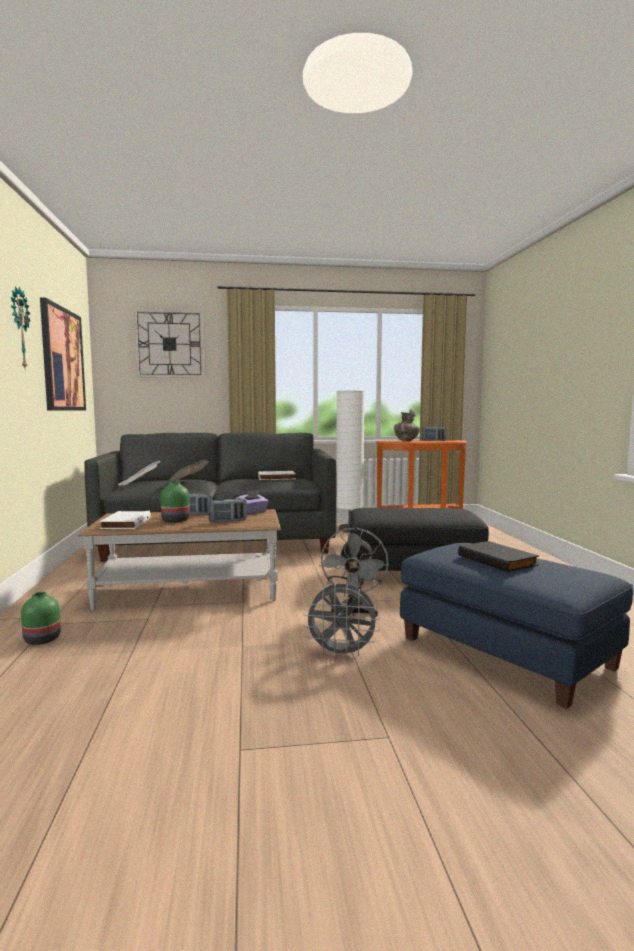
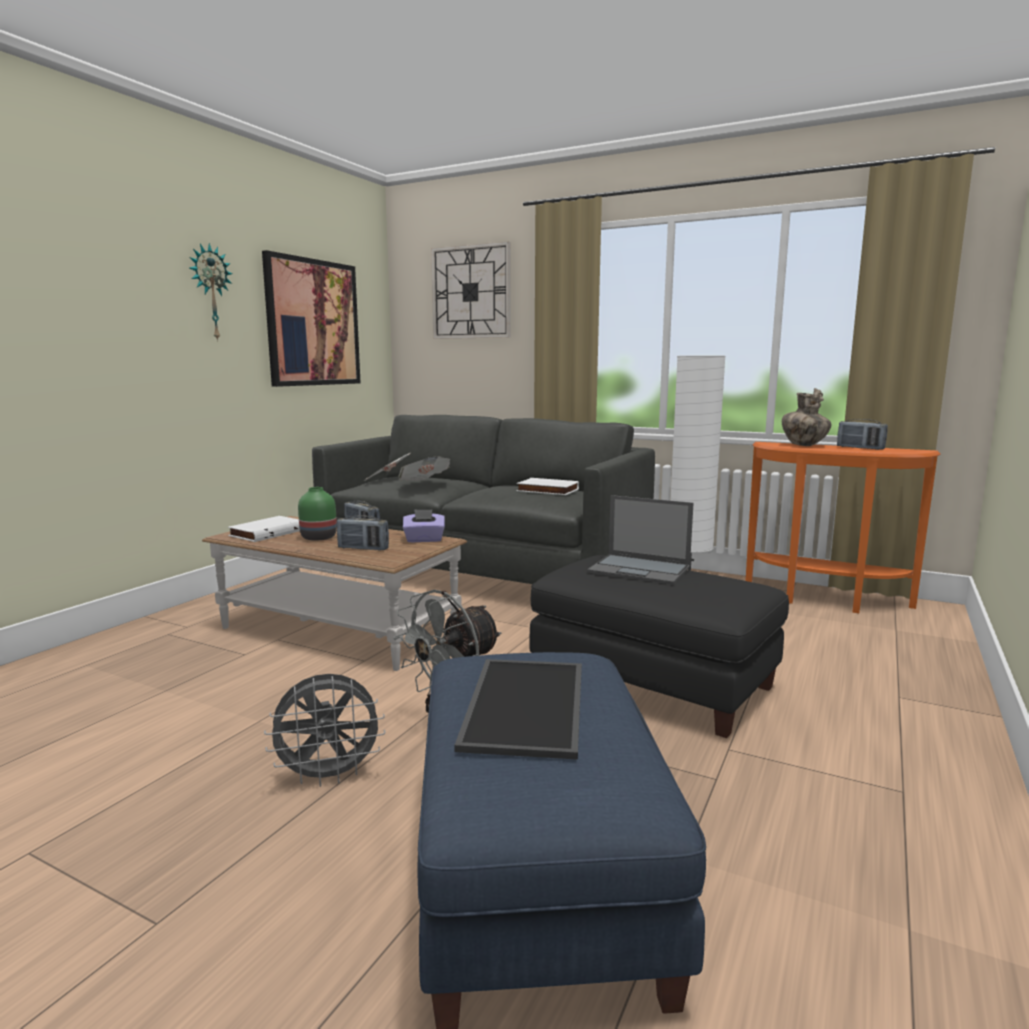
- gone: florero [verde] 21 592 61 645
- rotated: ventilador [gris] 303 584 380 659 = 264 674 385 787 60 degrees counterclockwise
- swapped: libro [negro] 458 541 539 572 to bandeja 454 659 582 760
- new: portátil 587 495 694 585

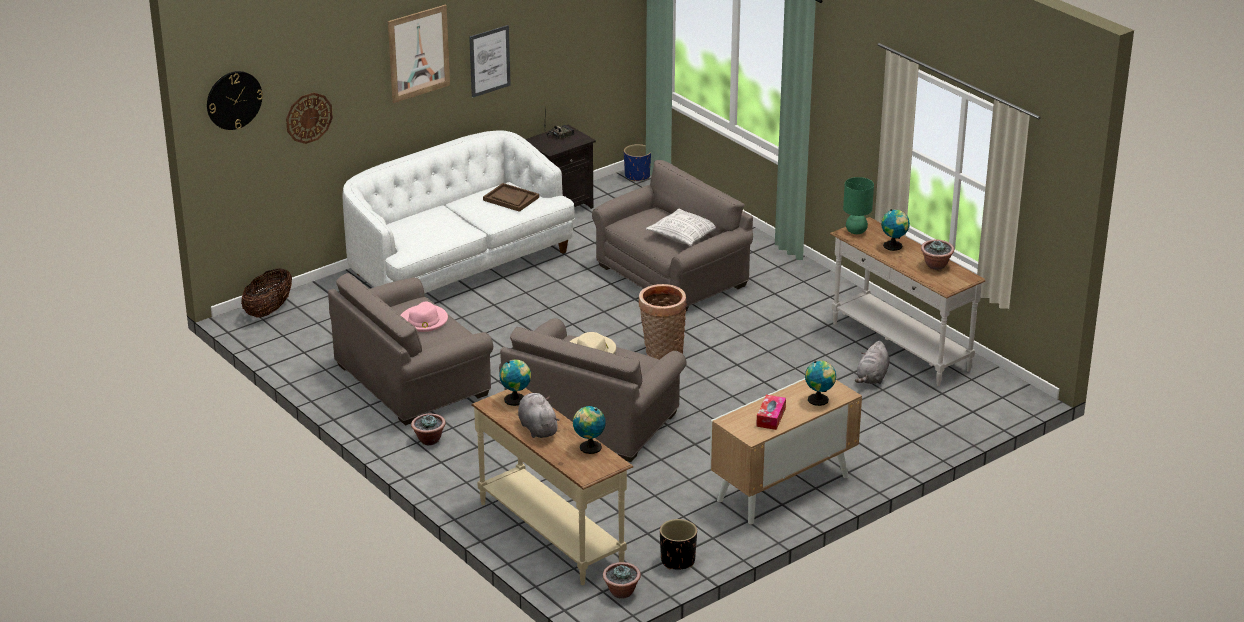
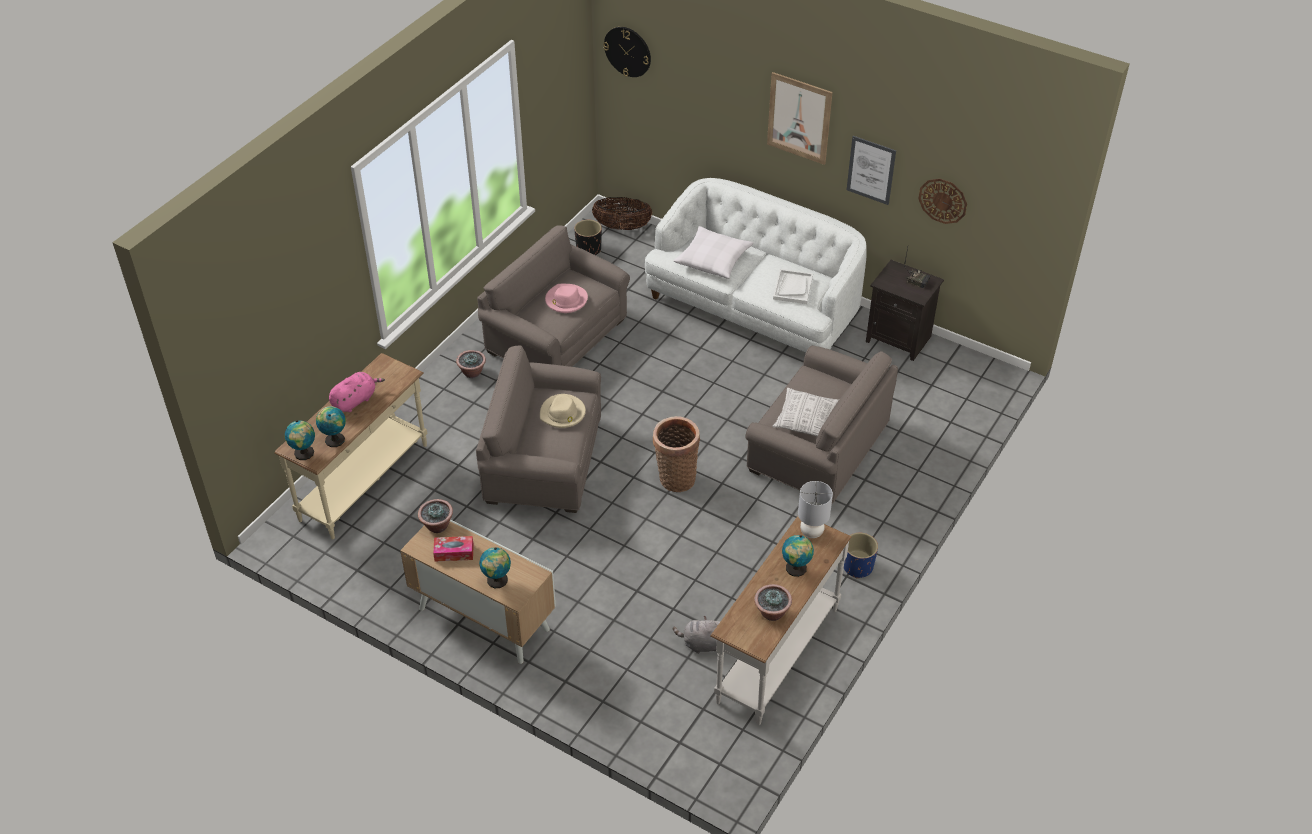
- shifted: reloj de pared 286 92 333 144 to 918 179 967 224
- repainted: bandeja [marrón] 483 183 539 212 to bandeja [blanco] 773 269 813 304
- shifted: globo terráqueo 500 359 531 406 to 285 420 315 460
- repainted: peluche [gris] 518 393 560 438 to peluche [rosa] 329 372 385 412
- shifted: planta en maceta 603 562 641 598 to 418 499 453 533
- shifted: maceta [azul] 624 144 651 181 to 844 533 878 579
- shifted: maceta [negro] 660 519 697 570 to 574 220 602 255
- repainted: lámpara de mesa [verde] 843 177 874 234 to lámpara de mesa [gris] 798 481 833 538
- new: cojín [blanco] 674 226 754 279

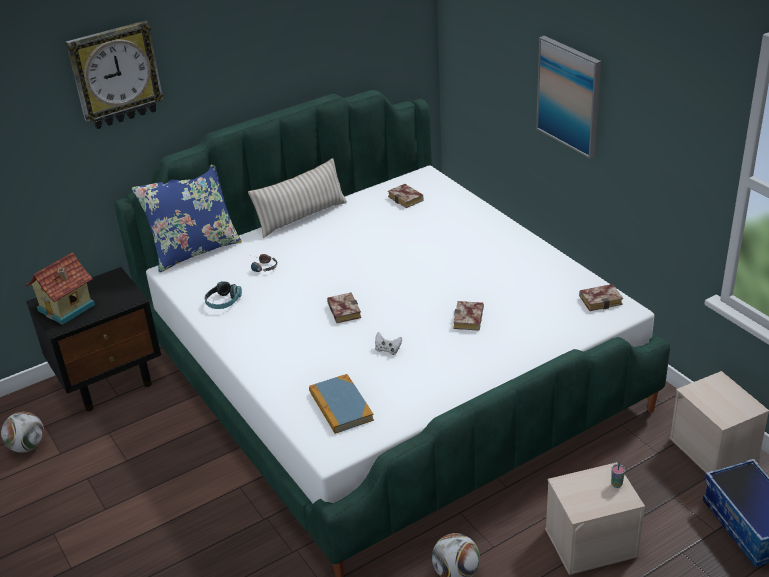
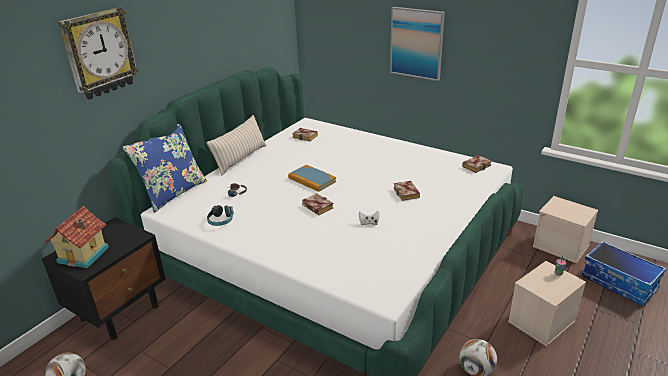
- shifted: libro 309 374 374 434 to 288 165 336 192

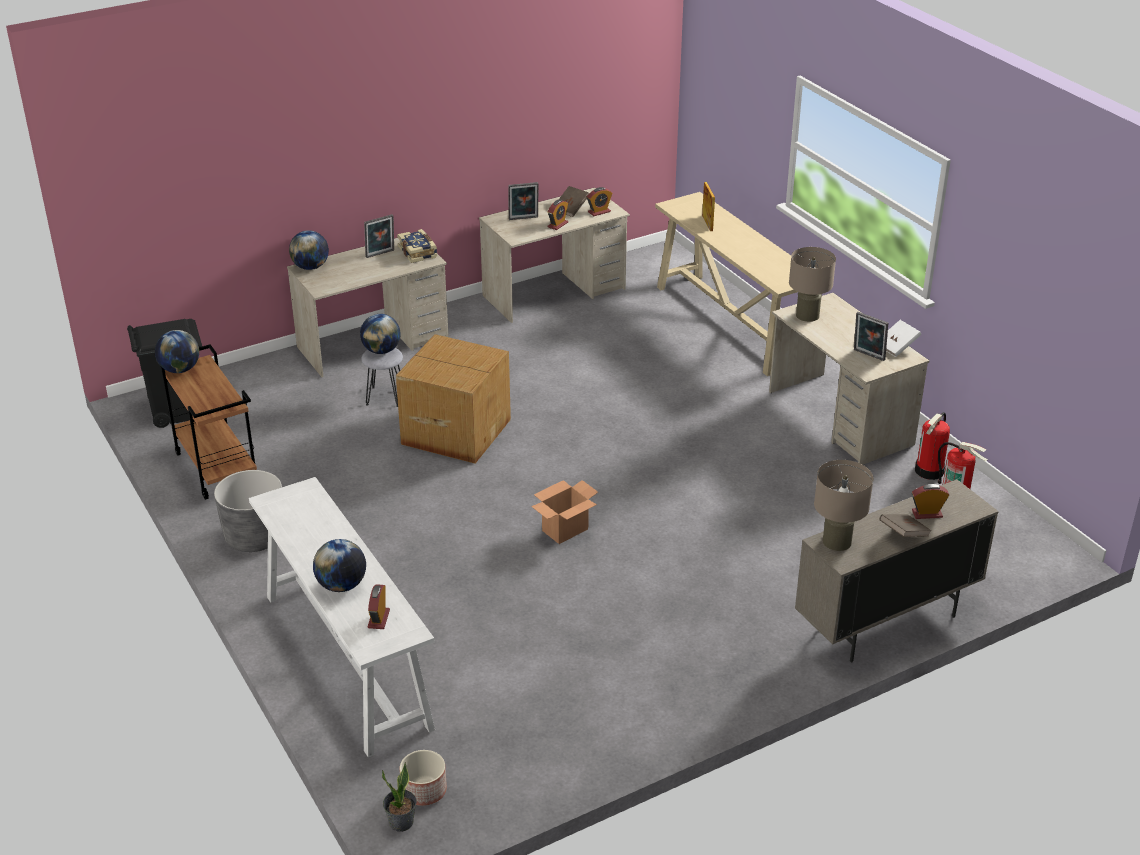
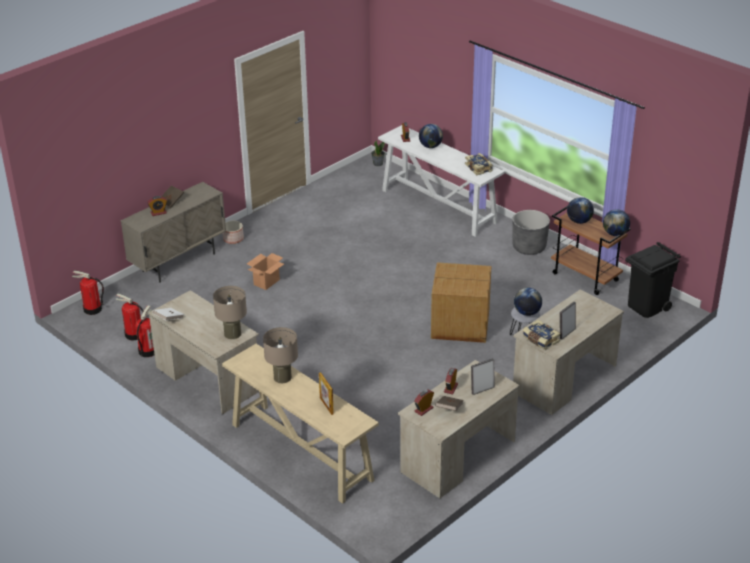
- shifted: globo terráqueo 289 230 329 270 to 567 197 594 224
- shifted: maceta 400 750 447 806 to 223 221 244 244
- shifted: caja de cartón 531 480 598 544 to 247 253 284 290
- shifted: lámpara de mesa [beis] 814 460 874 551 to 263 327 298 383
- gone: portarretratos 854 312 888 361
- new: extintor 72 271 104 315
- new: libro 465 153 493 175

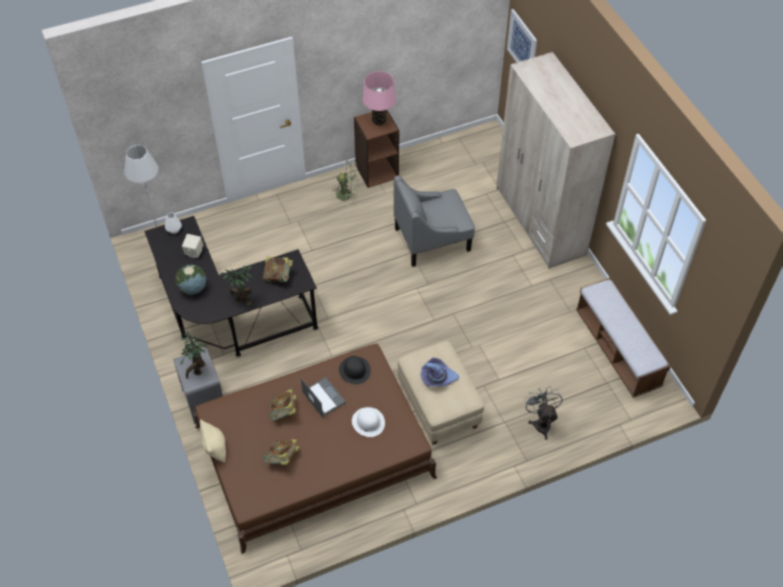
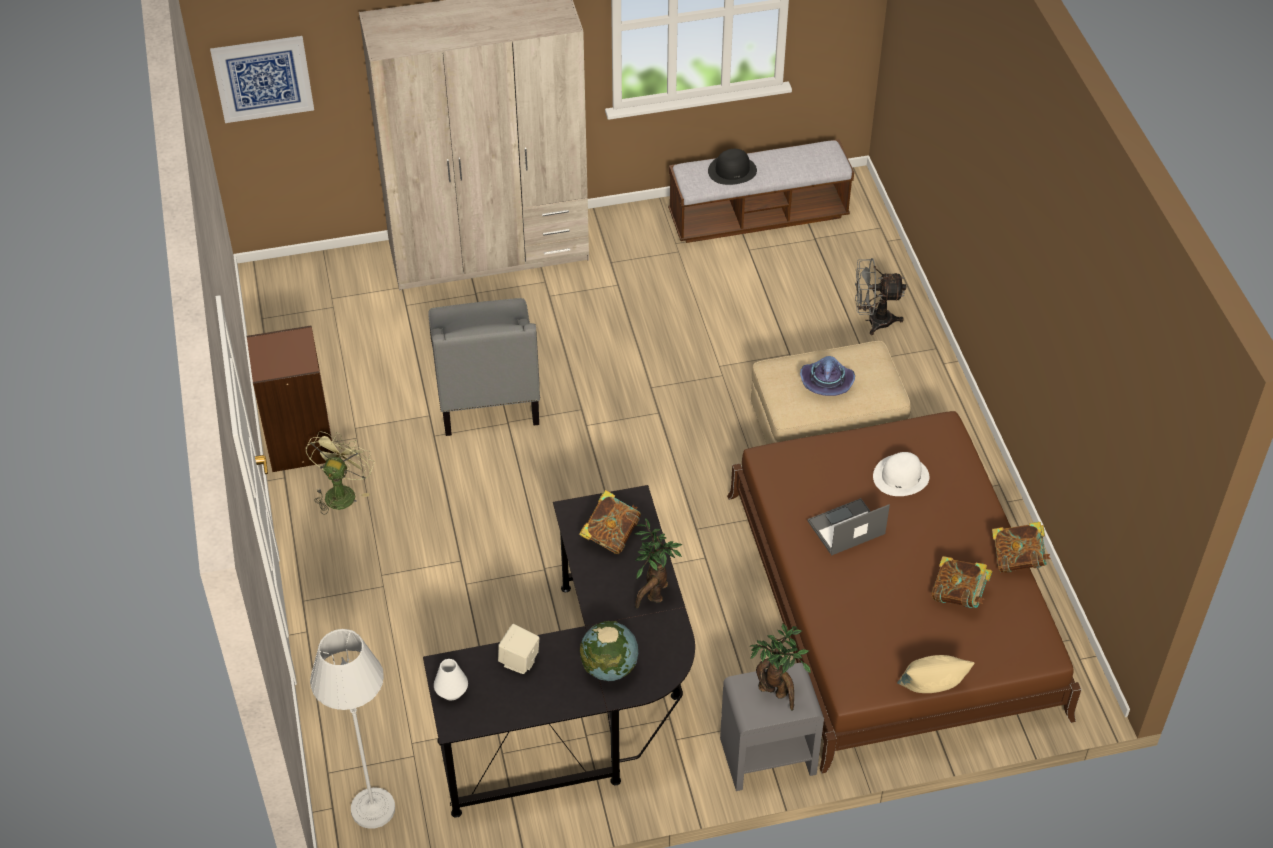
- shifted: libro 270 389 296 421 to 992 522 1050 573
- shifted: sombrero [negro] 339 356 371 384 to 708 149 757 185
- gone: lámpara de mesa [rosa] 362 71 396 125

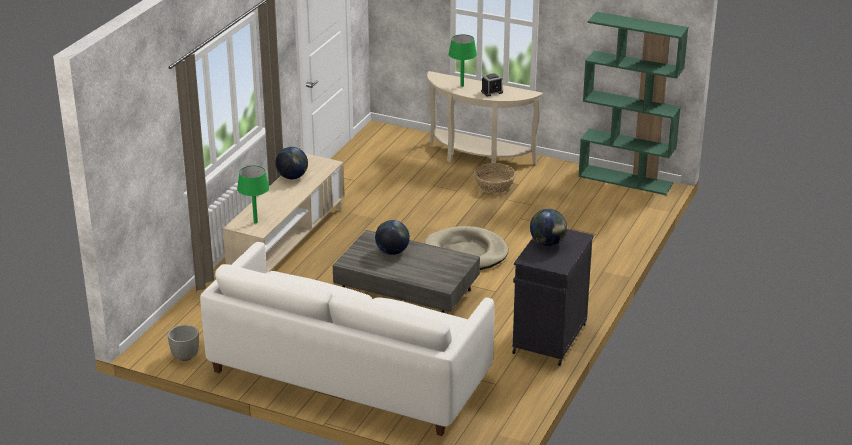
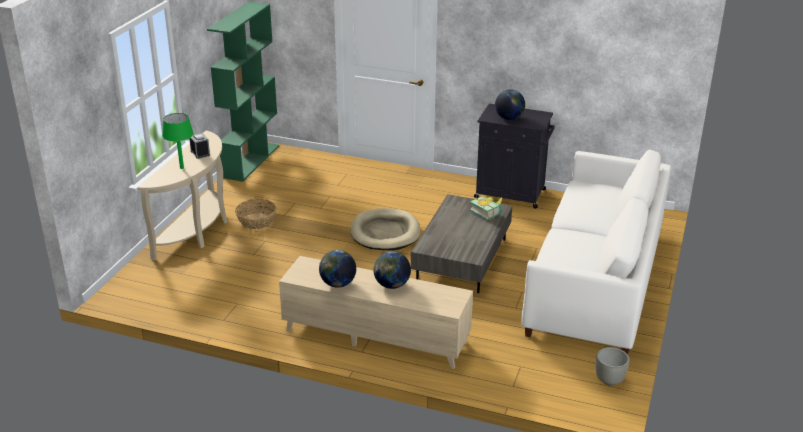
- gone: lámpara de mesa [verde] 237 166 270 223
- shifted: globo terráqueo 375 220 410 255 to 373 251 411 289
- new: libro 470 196 502 220

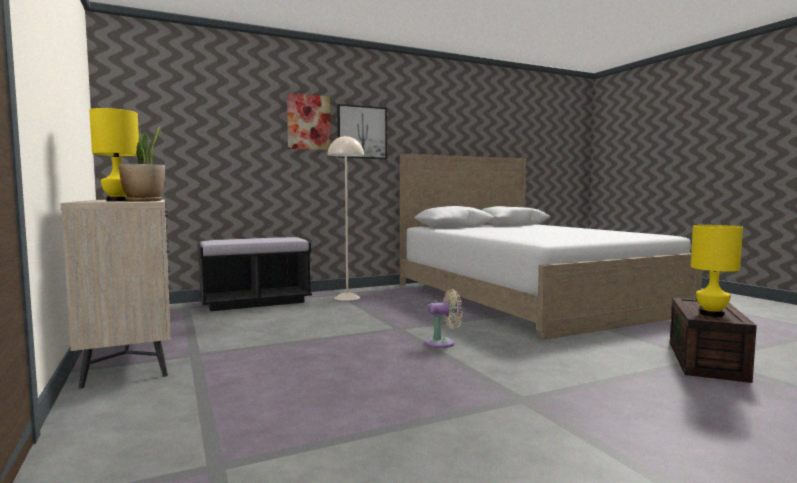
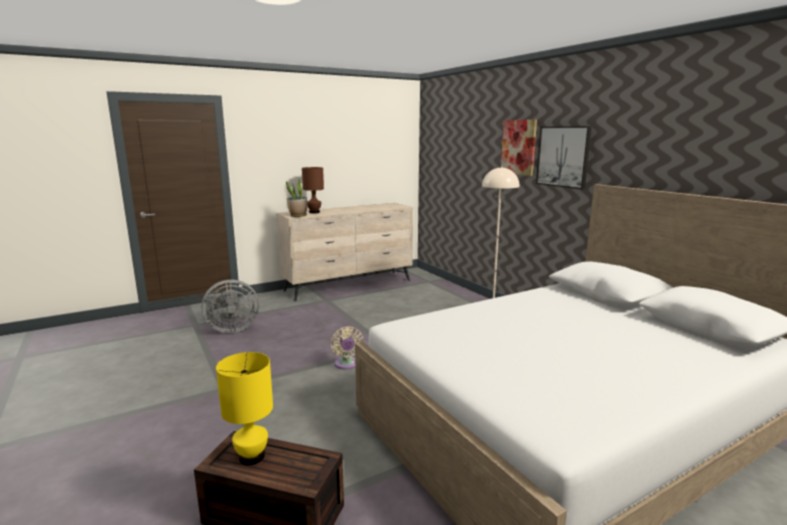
- repainted: lámpara de mesa [amarillo] 89 108 139 201 to lámpara de mesa [marrón] 302 167 324 213
- gone: banco [negro] 197 237 312 311
- new: ventilador [gris] 201 280 259 333

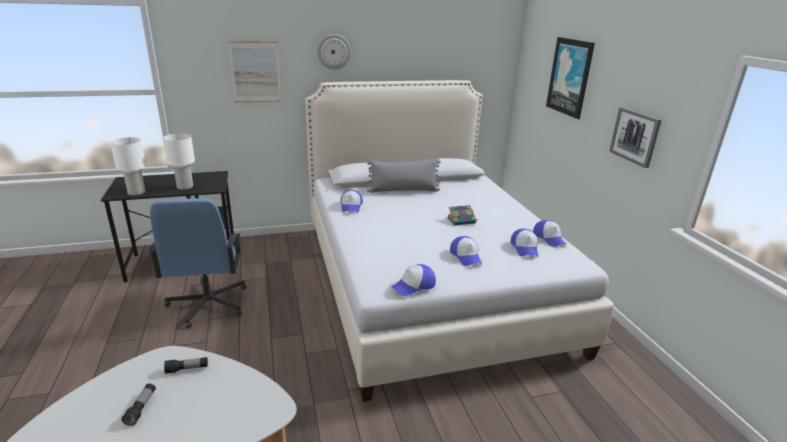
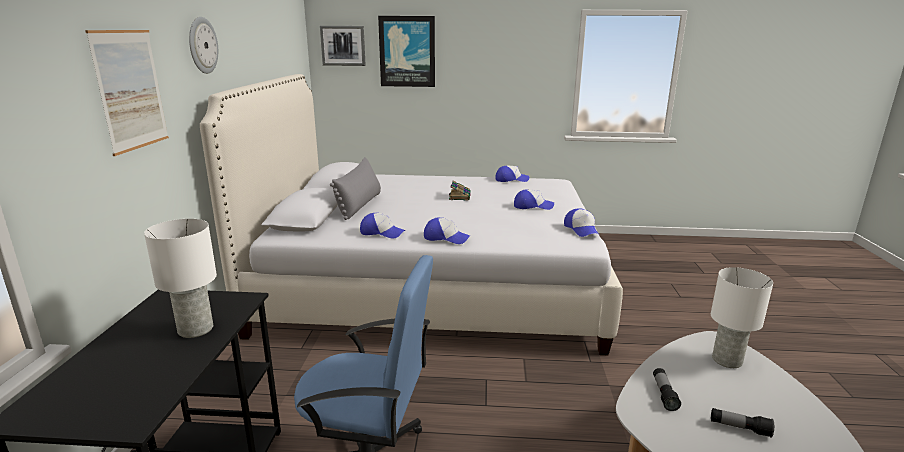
- shifted: lámpara de mesa [blanco] 110 137 146 195 to 711 267 773 368
- shifted: gorra 511 229 538 256 to 424 217 470 244
- shifted: cuadro 609 107 661 168 to 320 26 366 66

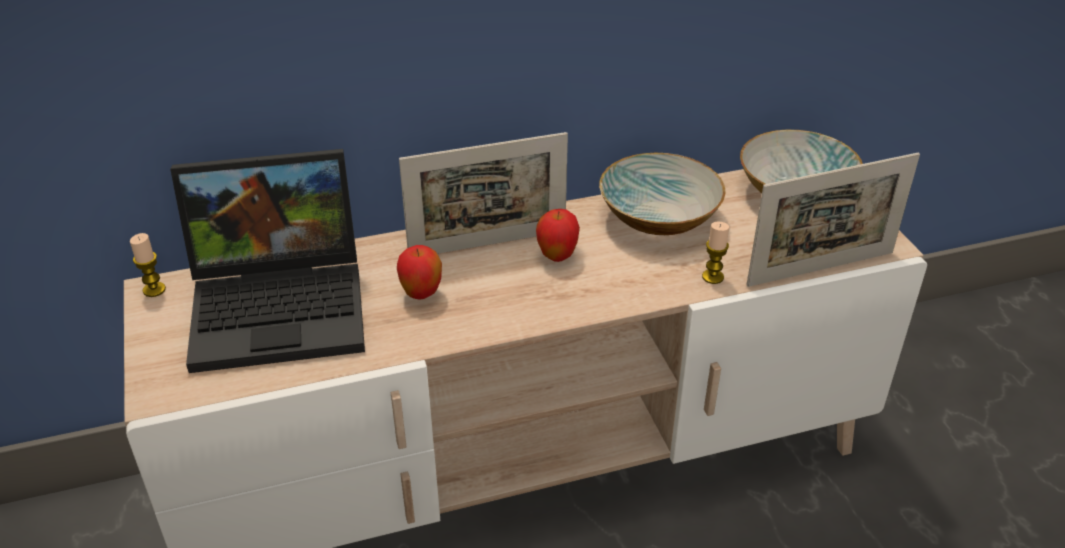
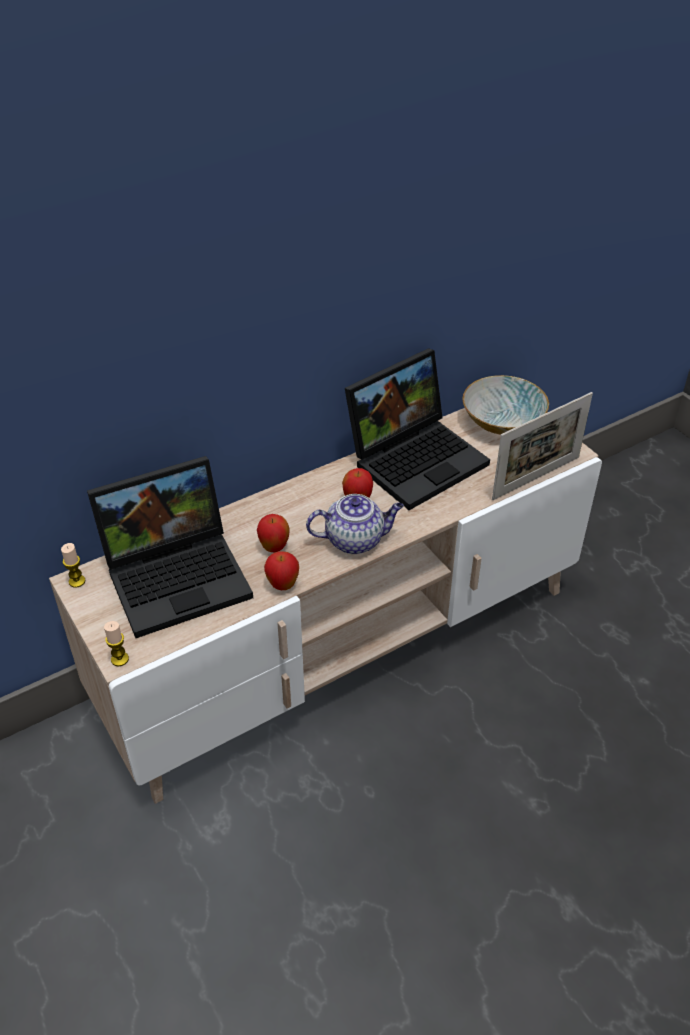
- gone: portarretratos 399 132 568 254
- swapped: cuenco 599 153 726 235 to portátil 345 348 490 510
- shifted: vela 702 222 729 284 to 104 621 129 666
- new: manzana 264 551 299 590
- new: tetera 306 494 404 554

